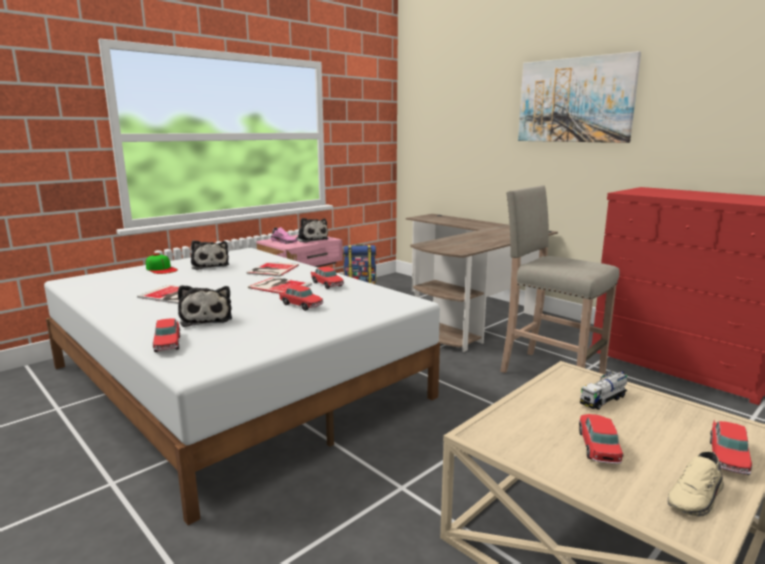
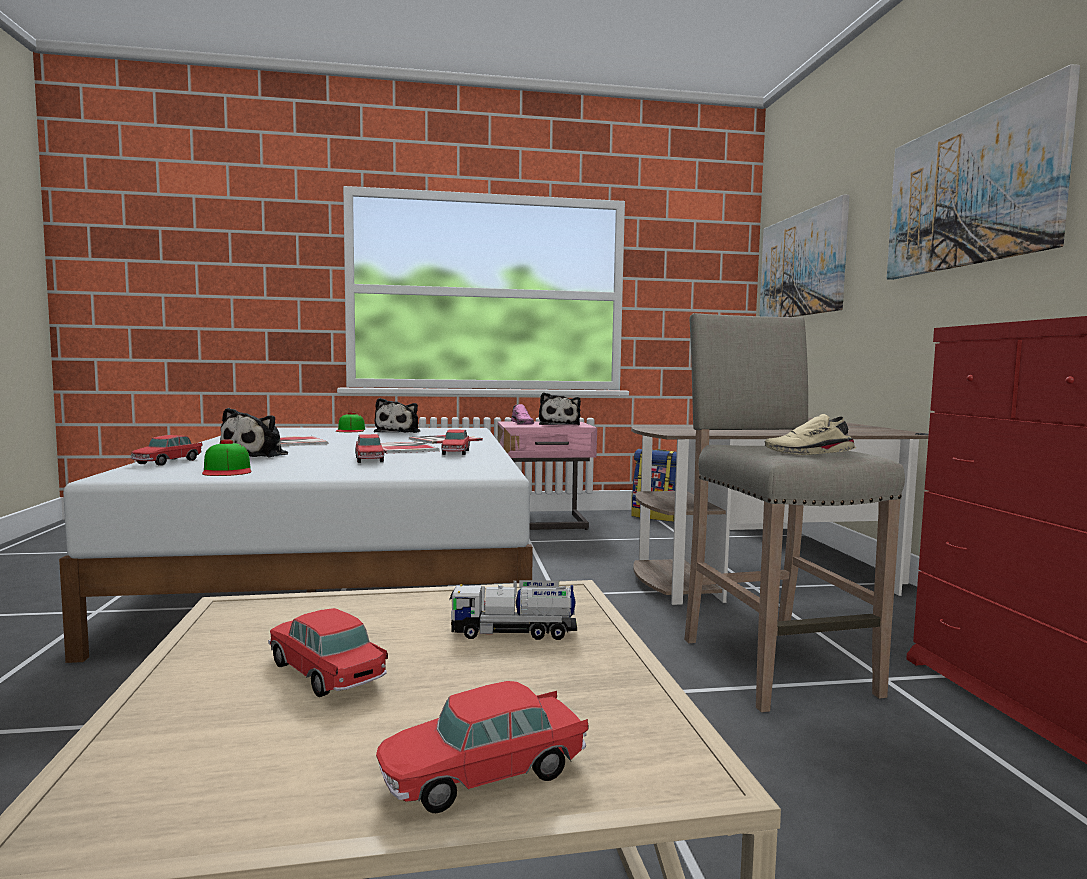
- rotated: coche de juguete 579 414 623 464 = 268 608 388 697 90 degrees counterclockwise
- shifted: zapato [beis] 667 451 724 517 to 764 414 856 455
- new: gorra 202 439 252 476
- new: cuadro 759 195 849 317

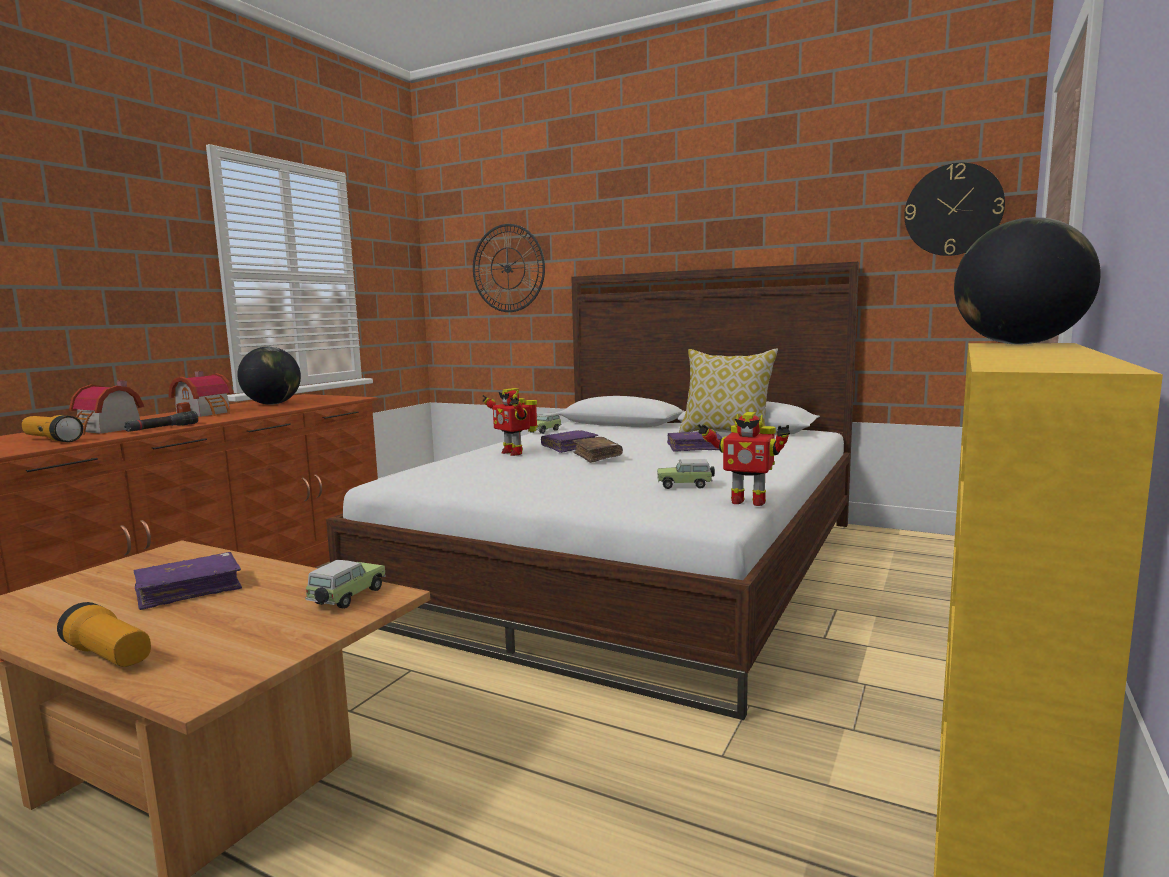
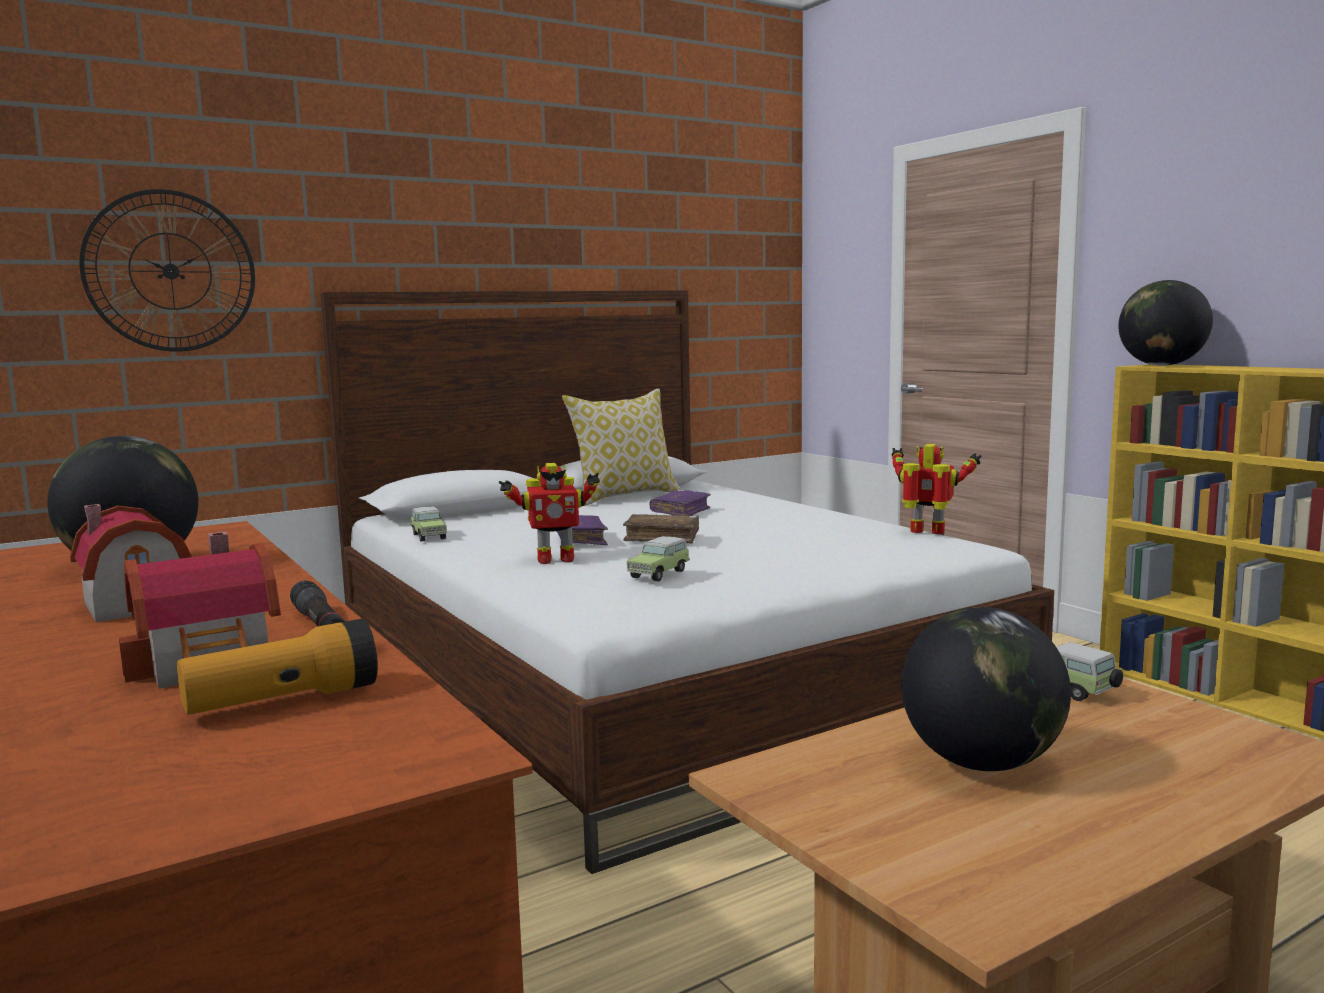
- gone: linterna 57 602 151 667
- swapped: libro [morado] 134 552 242 610 to globo terráqueo 901 607 1071 771
- shifted: coche de juguete 657 459 715 489 to 627 536 690 581
- rotated: robot de juguete 697 412 790 506 = 892 444 982 534 120 degrees counterclockwise
- gone: reloj de pared 904 163 1005 256

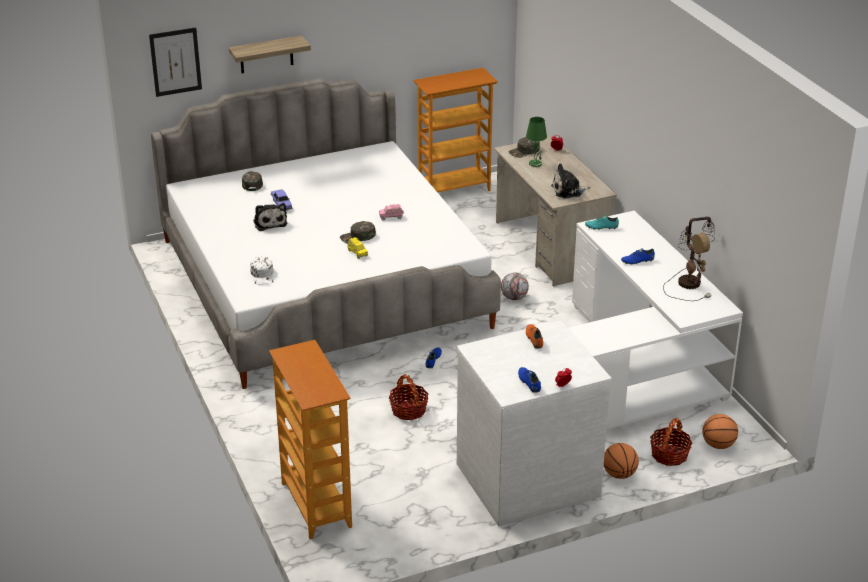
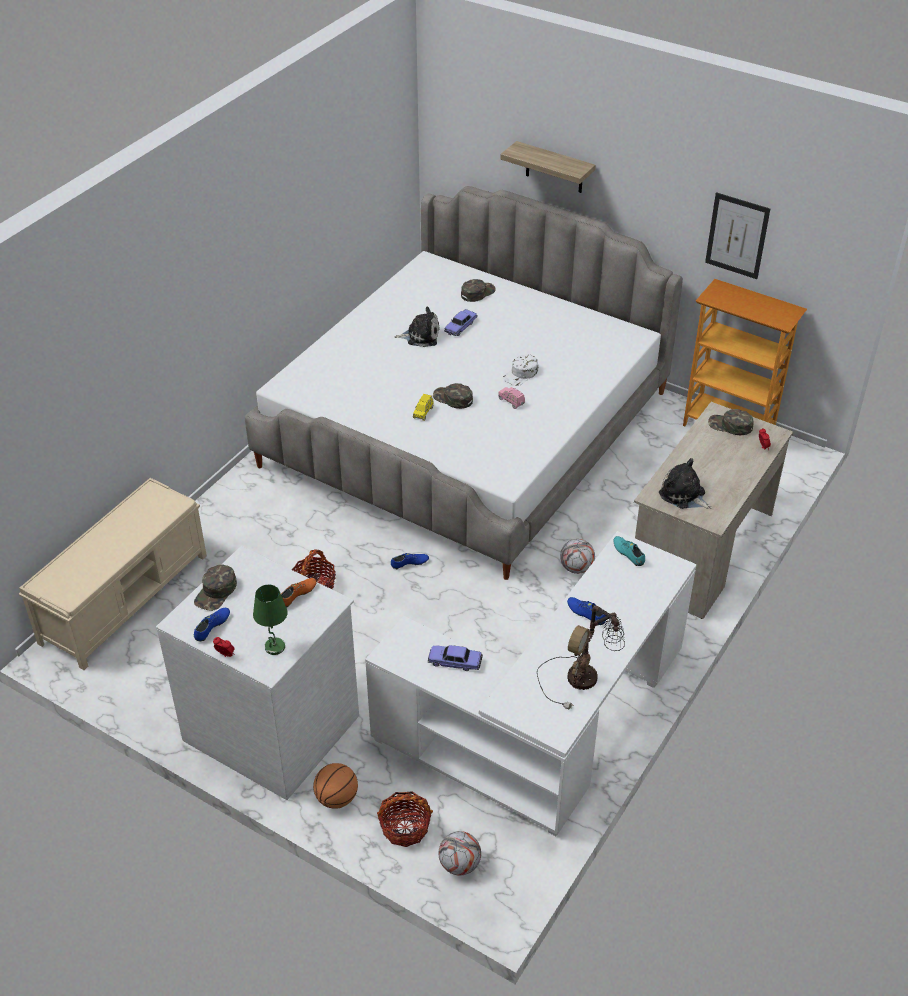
- shifted: cuadro 149 27 202 97 to 705 192 770 279
- shifted: gorra [blanco] 250 256 274 285 to 503 354 538 386
- rotated: peluche 253 203 287 231 = 395 306 440 347 120 degrees counterclockwise
- swapped: estantería 269 340 352 539 to banco [beis] 19 478 207 670
- shifted: lámpara de mesa [verde] 526 117 547 167 to 253 585 288 655
- swapped: balón de baloncesto 702 414 738 449 to balón de fútbol 439 831 481 876
- new: gorra [verde] 194 564 237 611
- new: coche de juguete 428 645 483 671

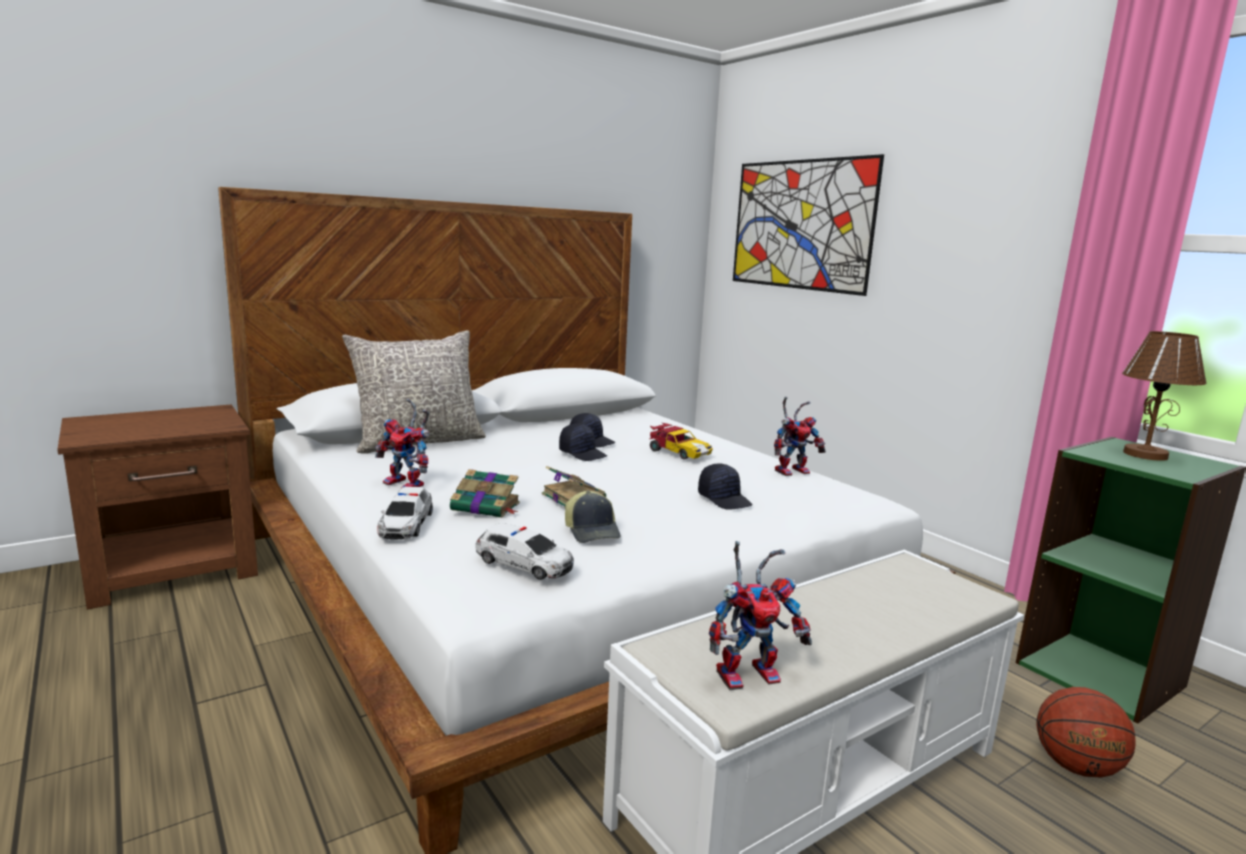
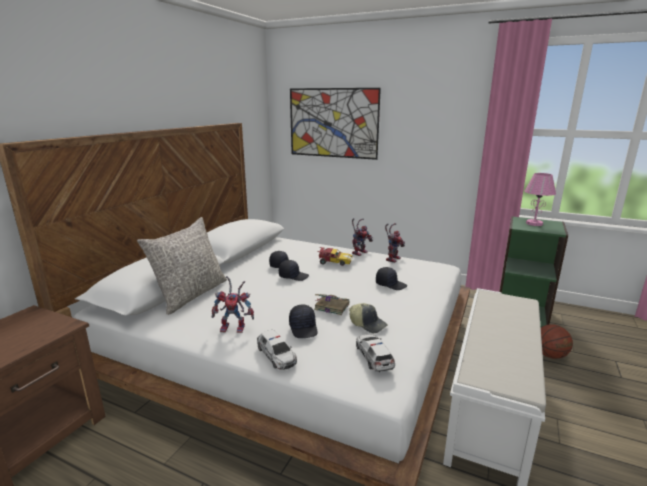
- swapped: libro 450 469 520 518 to gorra [negro] 289 304 317 338
- rotated: coche de juguete 475 523 574 580 = 356 334 395 372 105 degrees counterclockwise
- shifted: robot de juguete 709 541 812 690 to 352 218 373 256
- repainted: lámpara de mesa [marrón] 1122 331 1206 461 to lámpara de mesa [rosa] 525 173 556 226

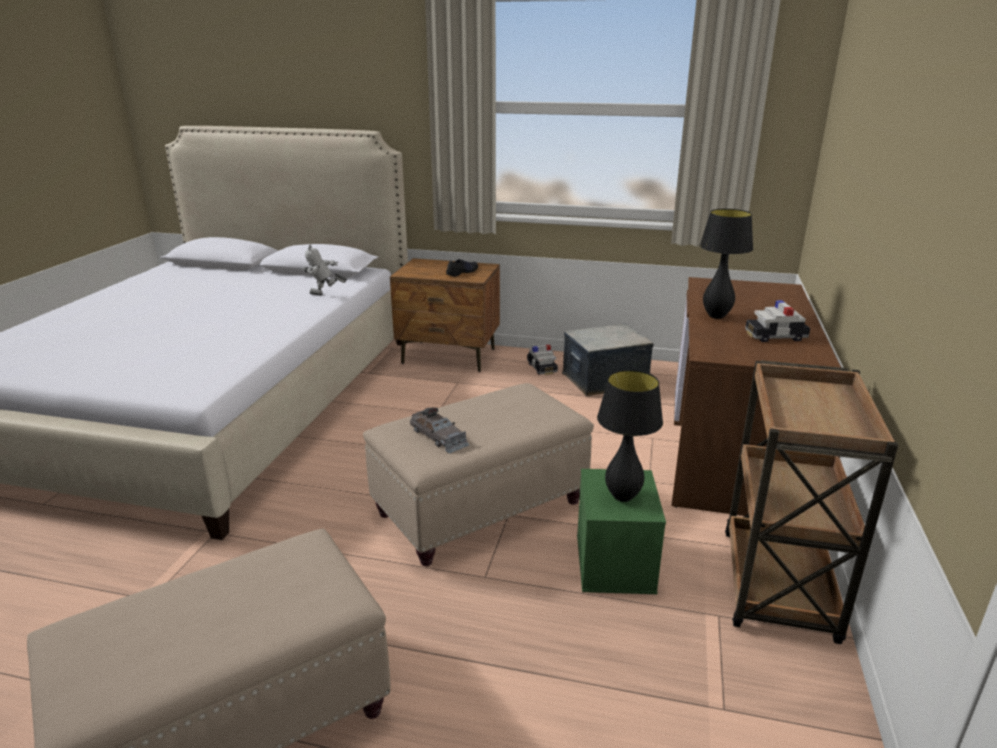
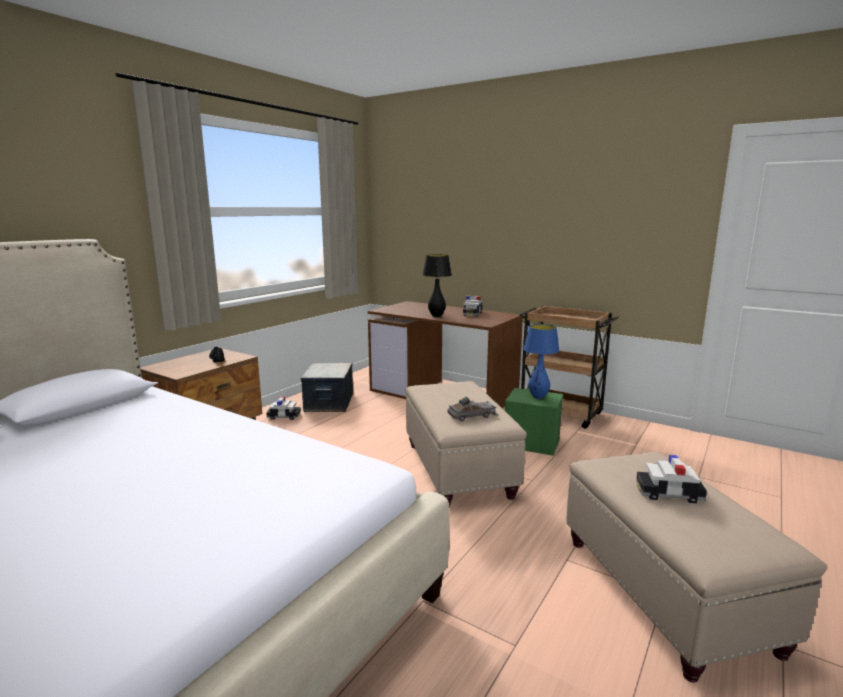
- gone: robot de juguete 302 245 348 296
- repainted: lámpara de mesa [negro] 597 370 663 502 to lámpara de mesa [azul] 523 324 560 399
- new: coche de juguete 636 455 707 503

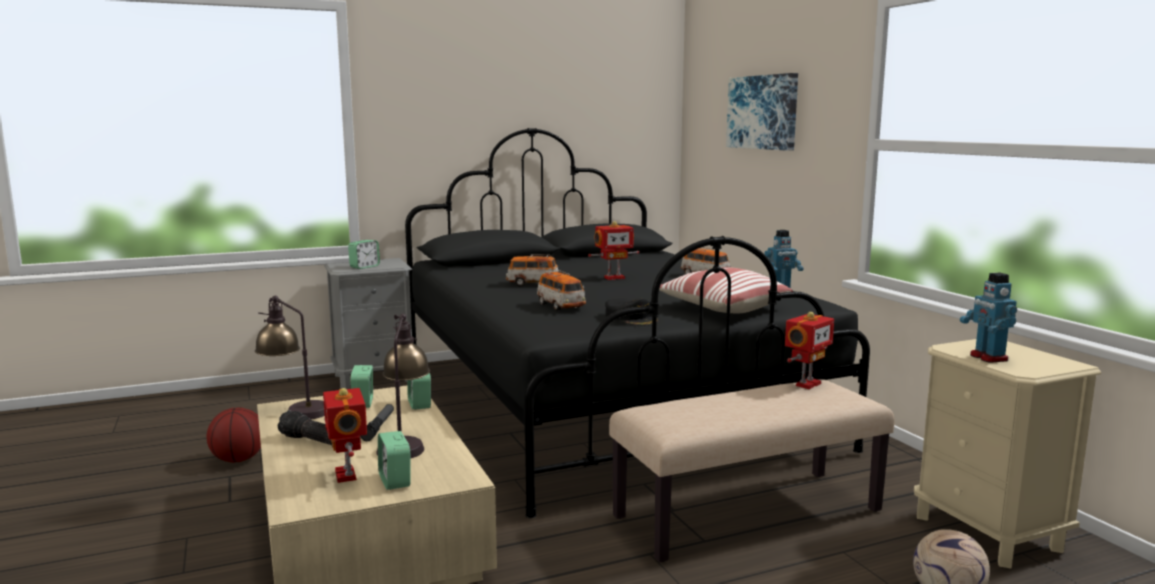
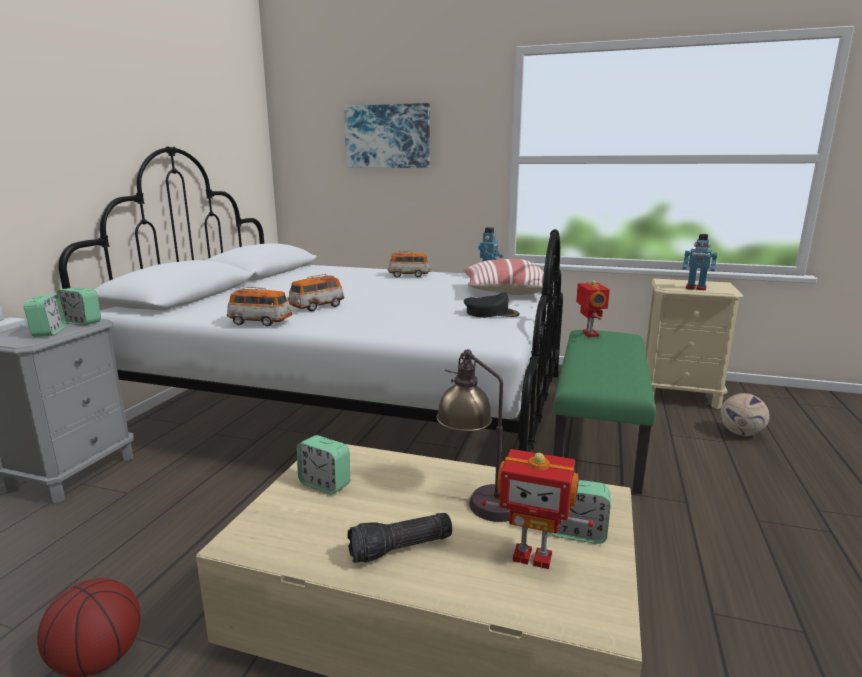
- gone: lámpara de mesa 255 296 325 419
- gone: linterna 360 404 394 441
- repainted: cama [negro] 405 128 870 518 to cama [blanco] 58 146 563 452
- shifted: despertador 407 373 431 410 to 56 287 101 325
- shifted: coche de juguete 537 270 586 311 to 227 287 292 327
- gone: robot de juguete 588 221 639 280
- repainted: banco [beis] 609 379 894 562 to banco [verde] 553 330 656 494

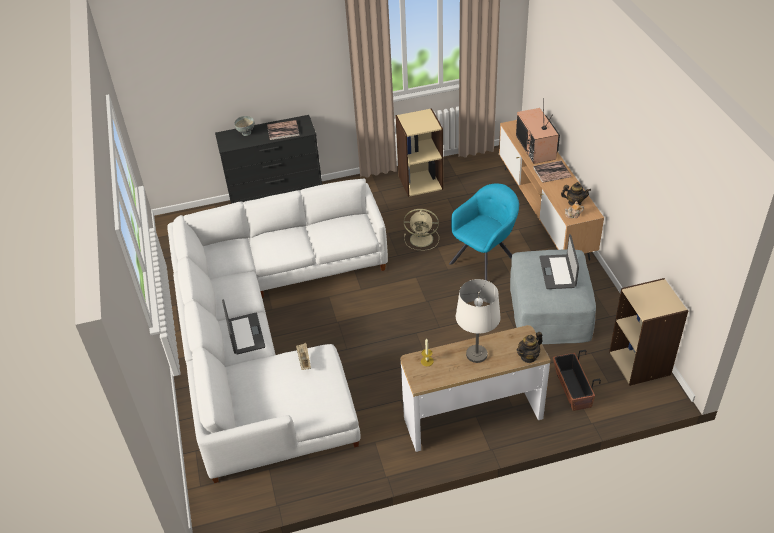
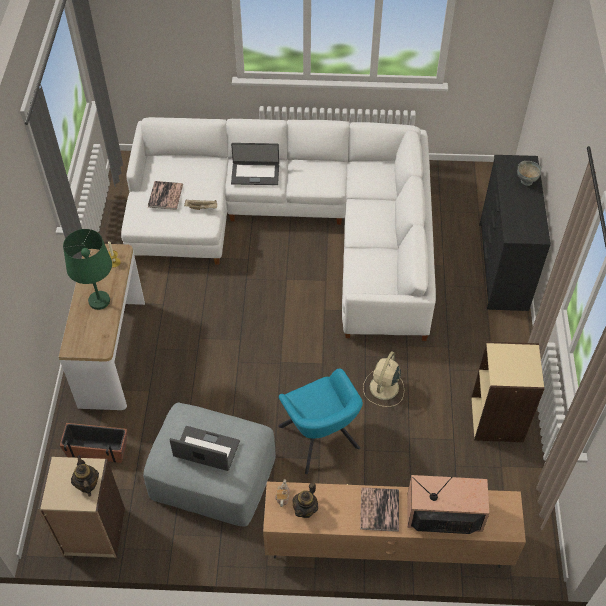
- shifted: libro 267 120 299 140 to 148 181 183 210
- repainted: lámpara de mesa [blanco] 456 279 501 363 to lámpara de mesa [verde] 63 229 112 310
- shifted: tetera 517 332 543 363 to 71 455 99 497

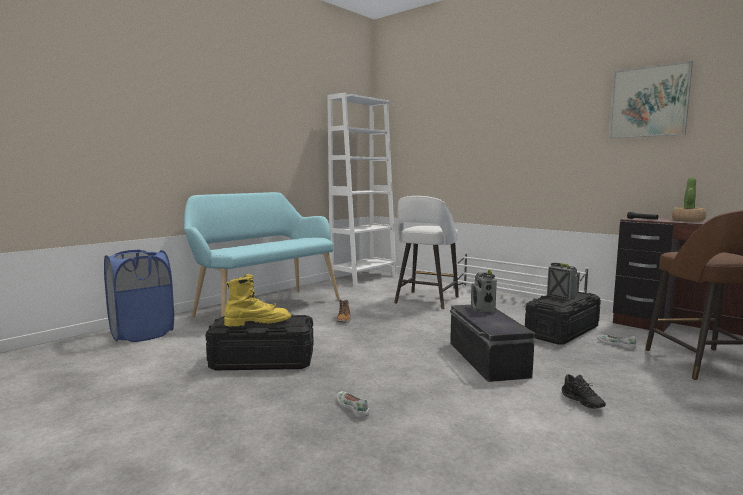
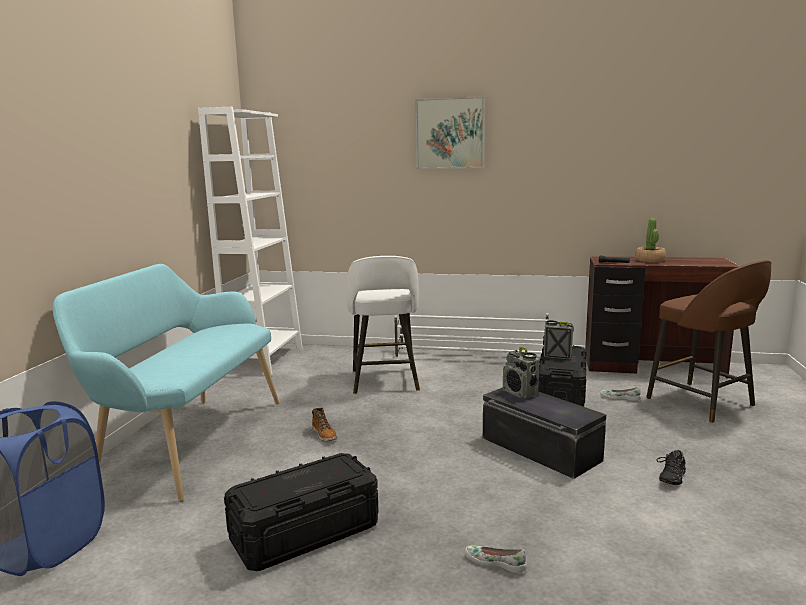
- gone: bota [amarillo] 224 274 291 327
- rotated: zapato [negro] 562 374 606 408 = 657 450 686 485 90 degrees clockwise
- shifted: cuadro 609 61 693 138 to 415 96 485 169

